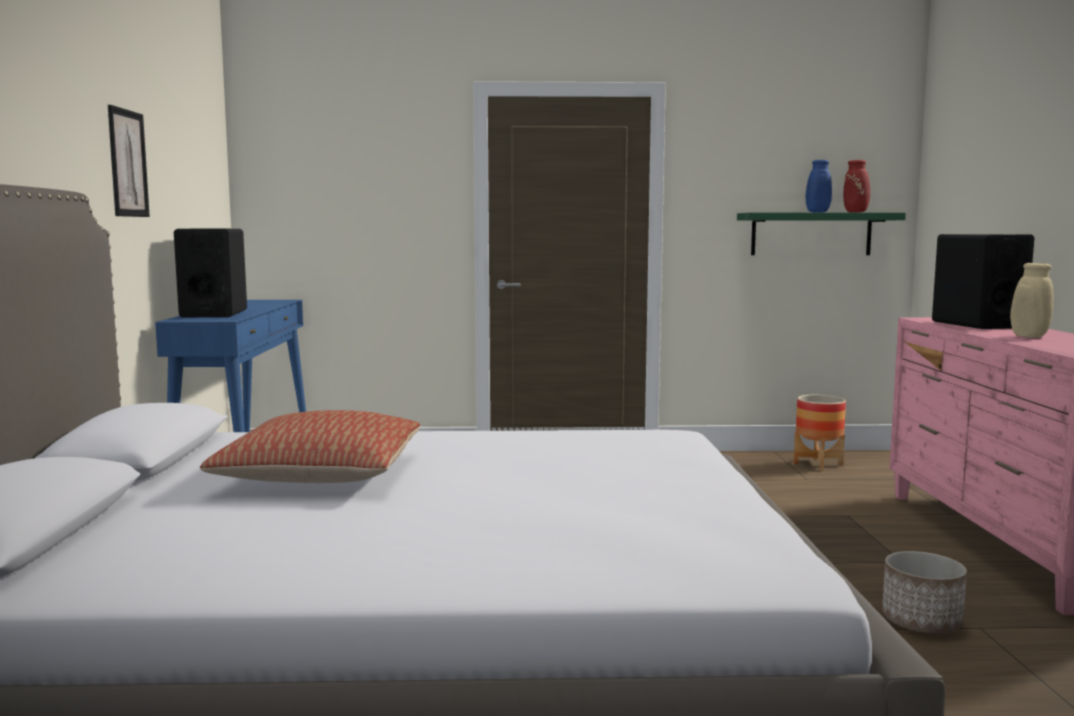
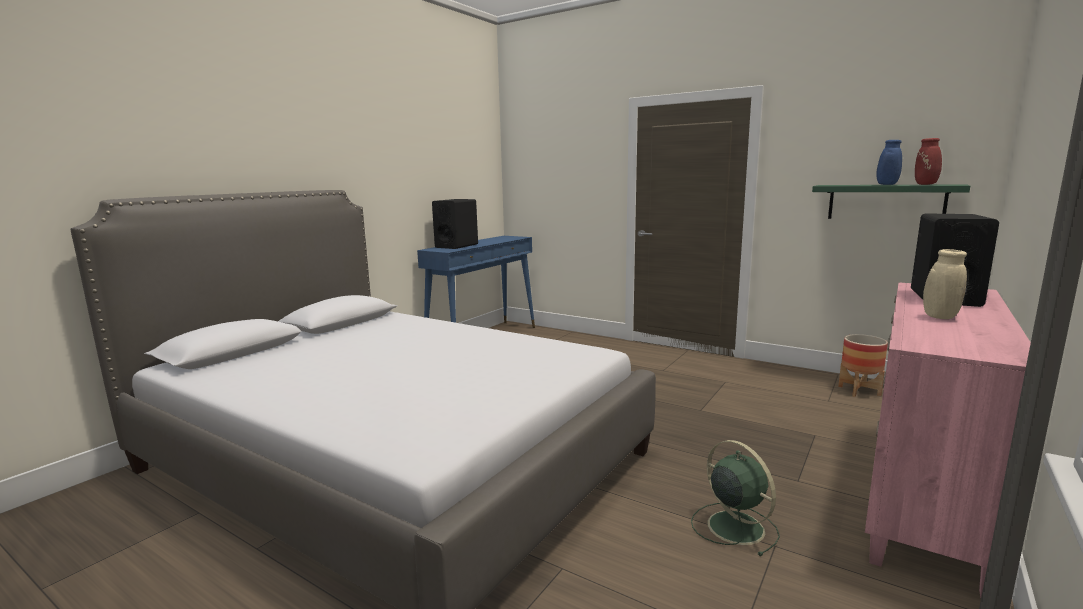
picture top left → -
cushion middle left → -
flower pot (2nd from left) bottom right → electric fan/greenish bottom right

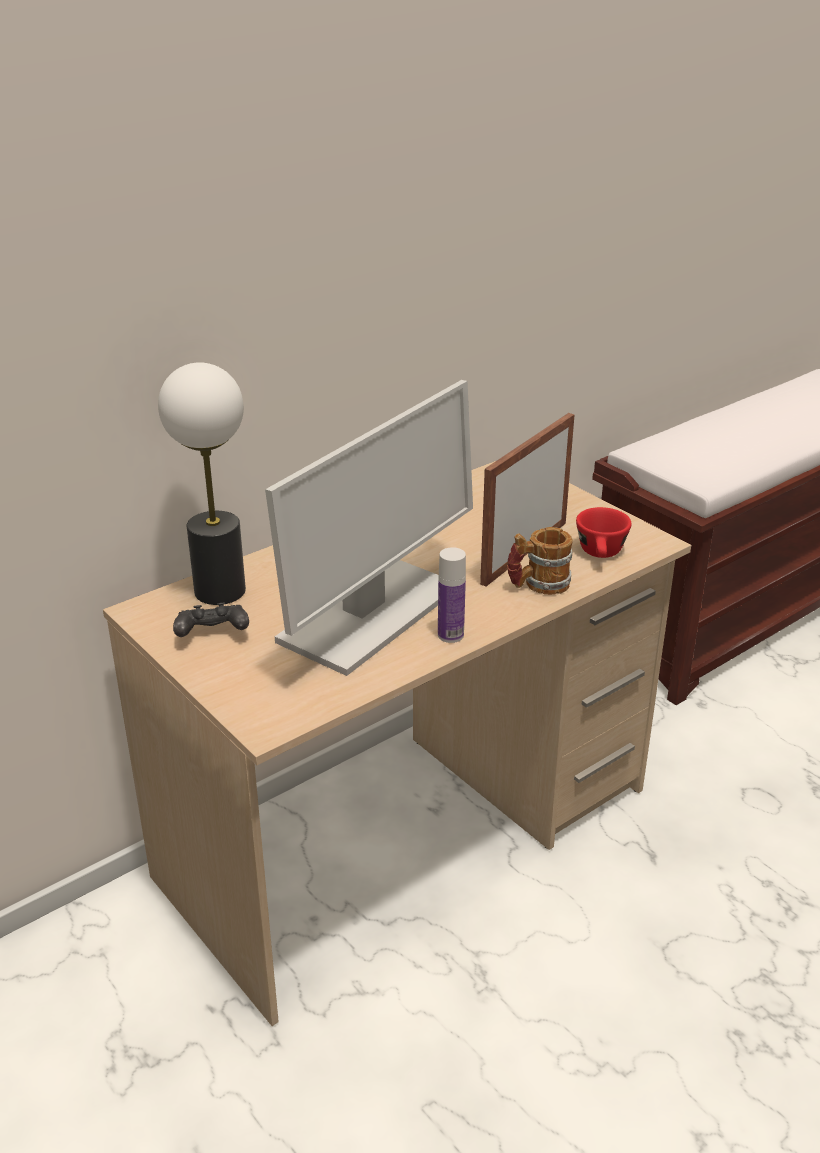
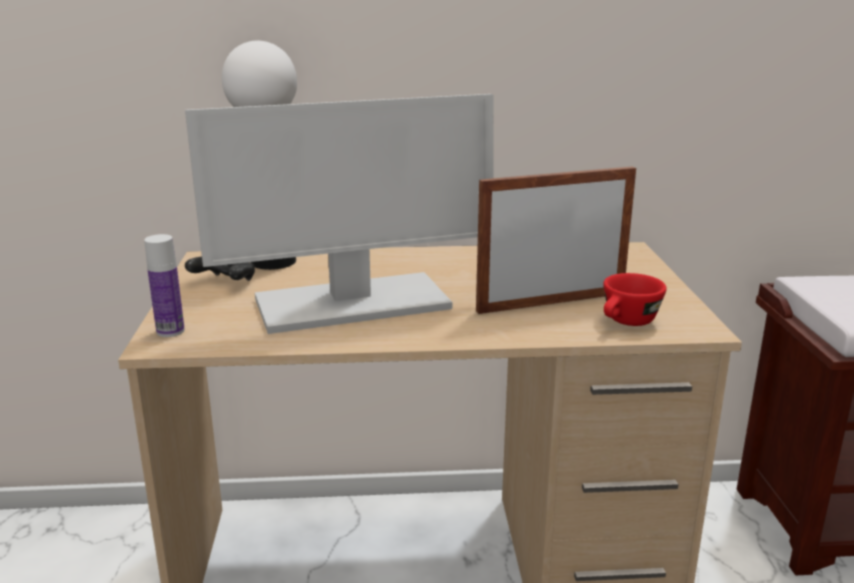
beverage bottle centre → beverage bottle middle left, moved
coffee mug centre → -

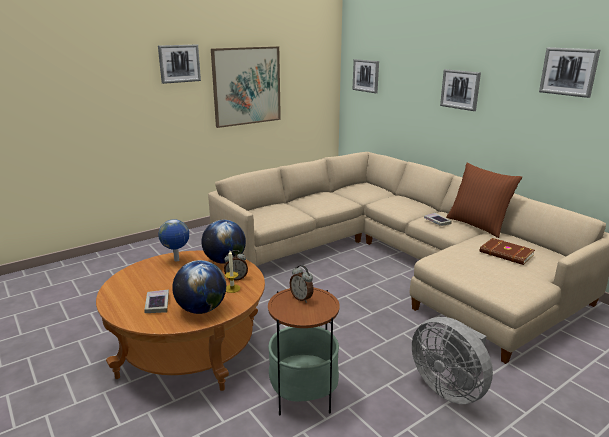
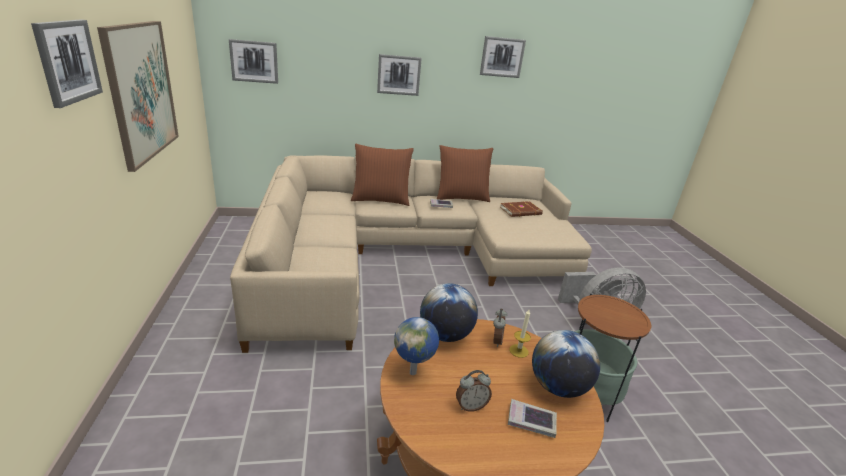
table clock (2nd from left in the first image) centre → table clock (1st from left) bottom centre, moved
- → cushion/brownish (1st from left) centre

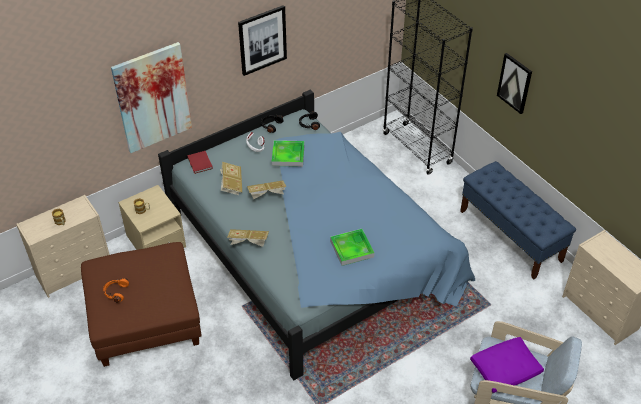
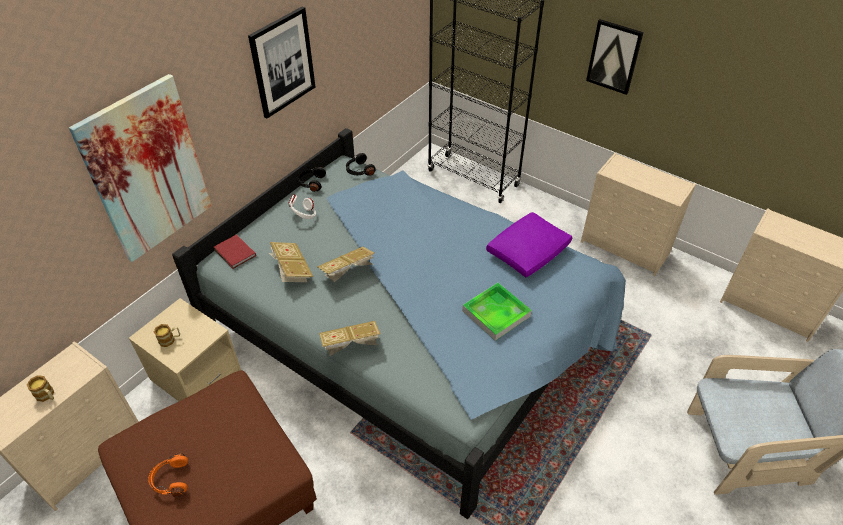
tray (1st from left) centre → -
indoor bench/blue-coloured middle right → chest of drawers/beige-coloured (2nd from left) middle right
cushion/purple-coloured bottom right → cushion/purple-coloured centre, moved

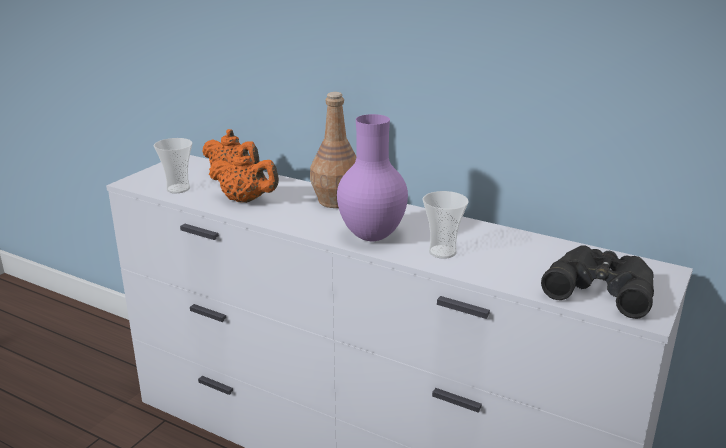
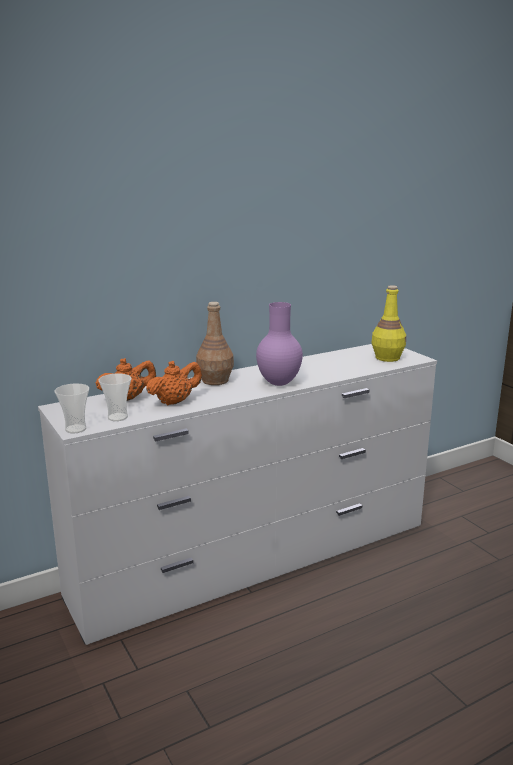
cup (2nd from left in the first image) centre → cup (1st from left) middle left, moved
field glasses/blackish middle right → beverage bottle/yellowish middle right

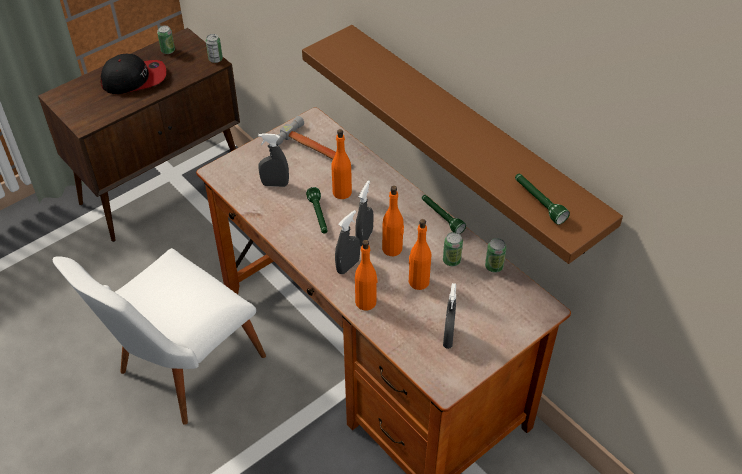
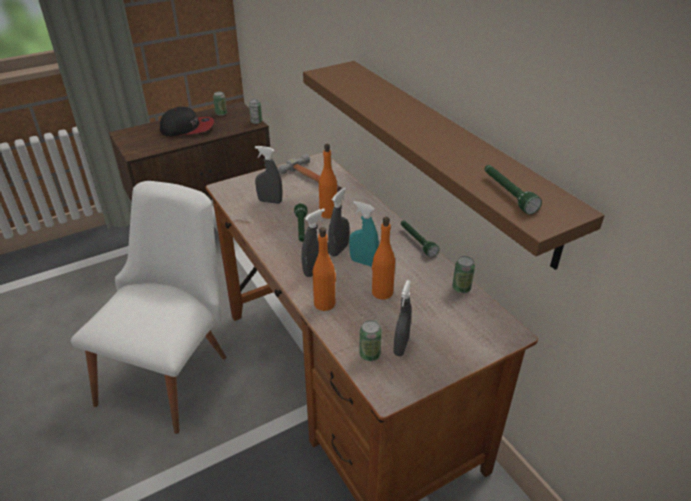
chair/white-coloured bottom left → chair/white-coloured middle left, 150 degrees clockwise
beverage bottle/orange-coloured (3rd from left) centre → spray bottle/blue-green centre
can (3rd from left) centre → can (3rd from left) bottom centre, moved

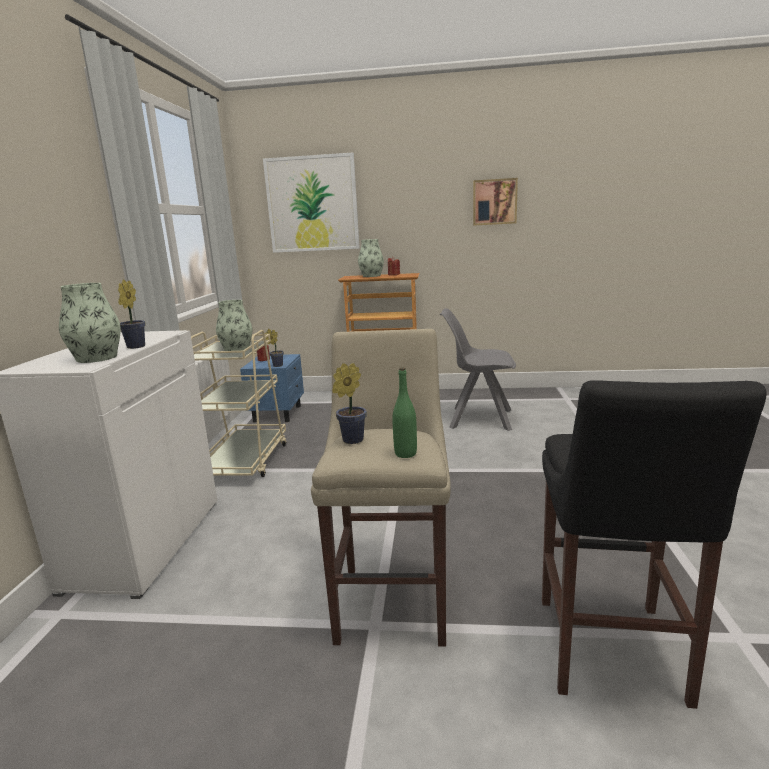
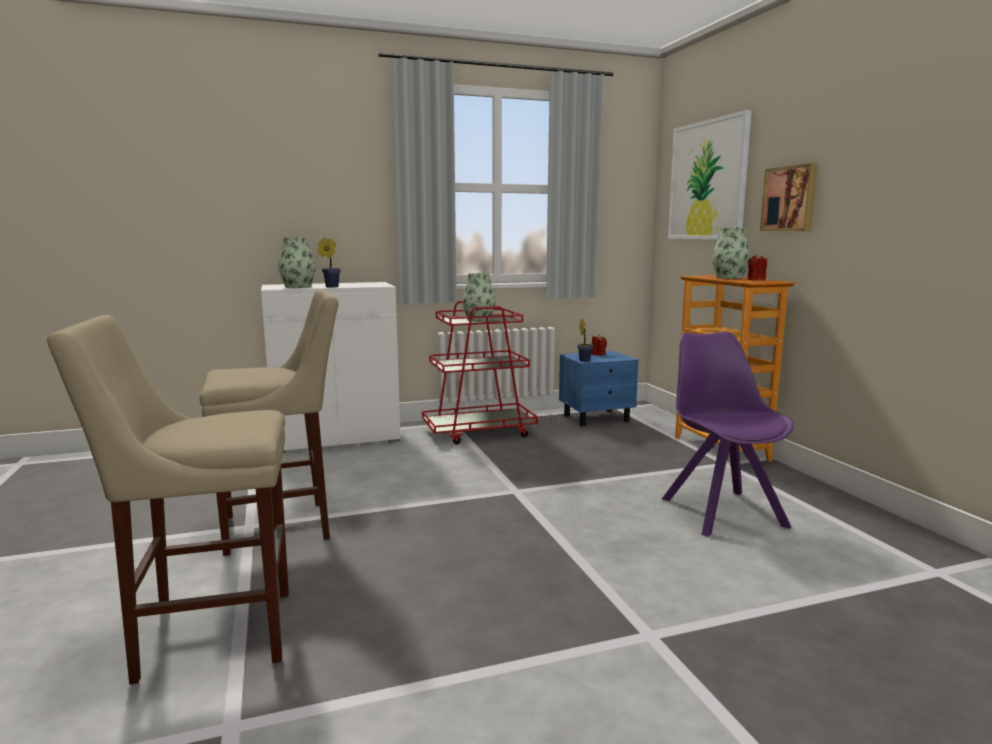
wheeled cart/beige-coloured middle left → wheeled cart/red centre
potted plant (3rd from left) centre → -
beverage bottle/greenish centre → -
chair/greyish centre → chair/purple-coloured middle right
picture (2nd from left) top centre → picture (2nd from left) top right, moved
stool/blackish bottom right → stool/beige-coloured (1st from left) bottom left

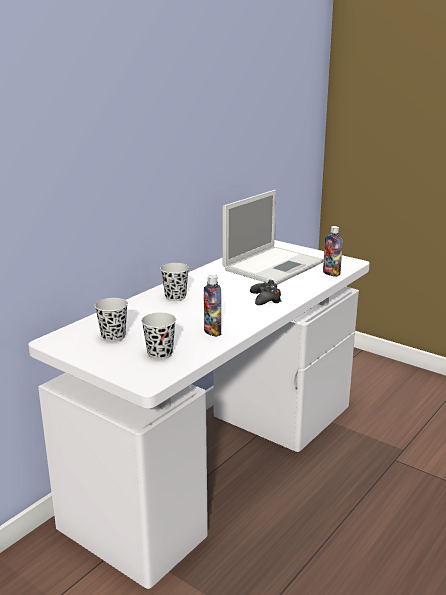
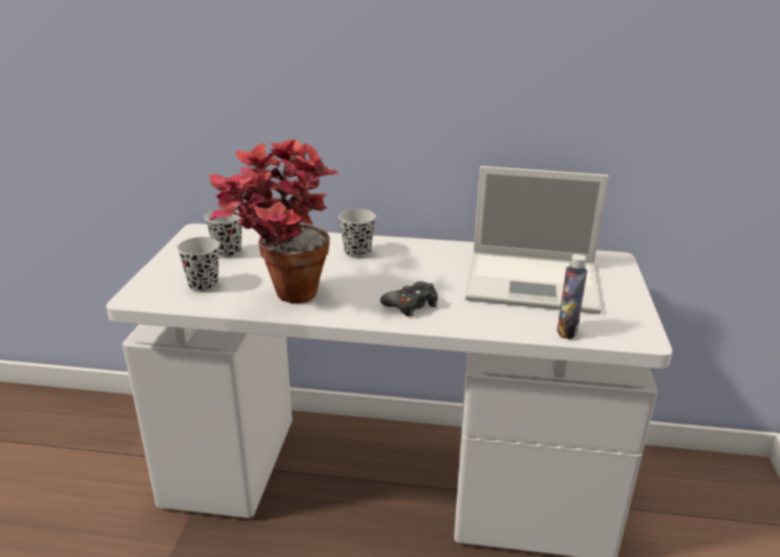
beverage bottle (1st from left) centre → potted plant centre

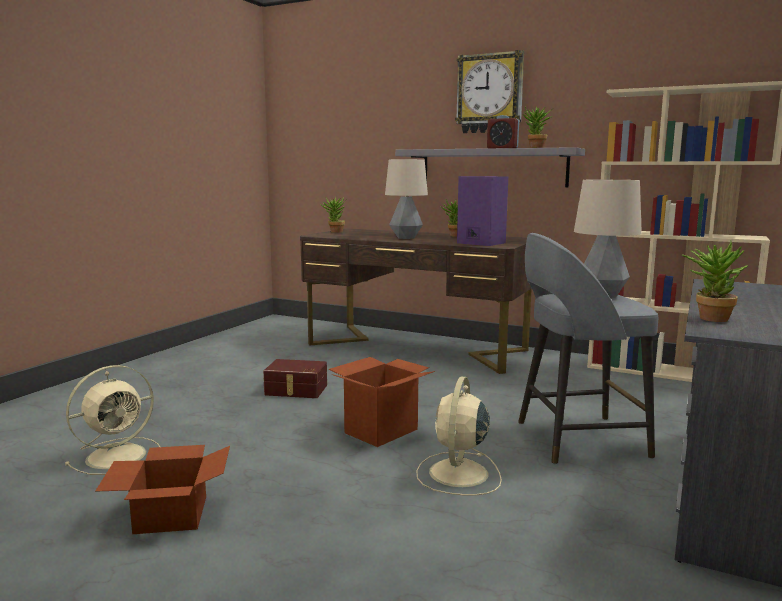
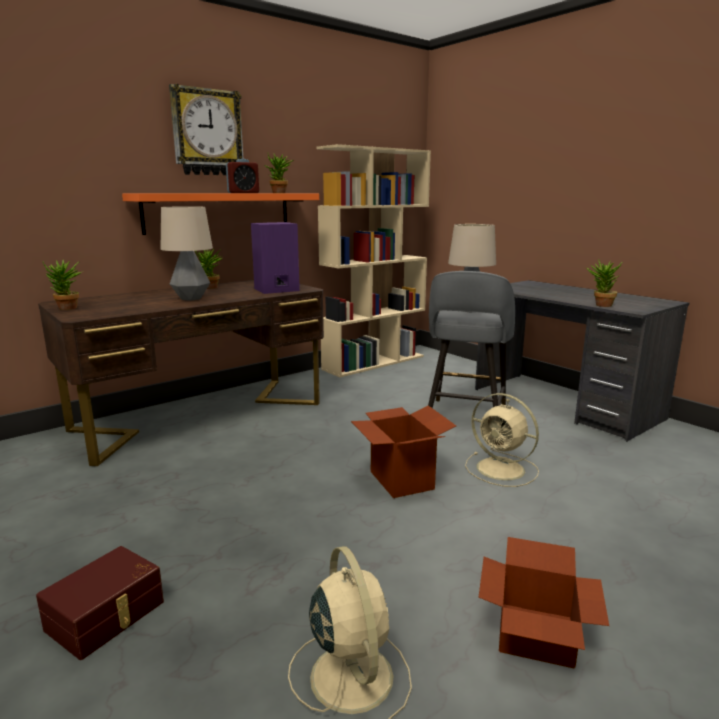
storage box/brownish centre → storage box/brownish bottom left, moved
shelf/greyish top centre → shelf/orange-coloured top left

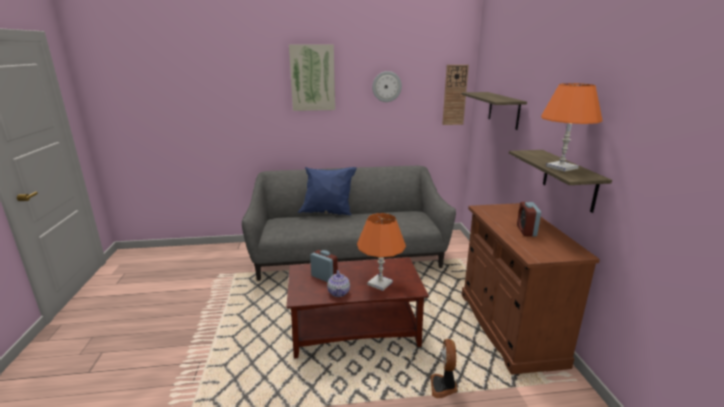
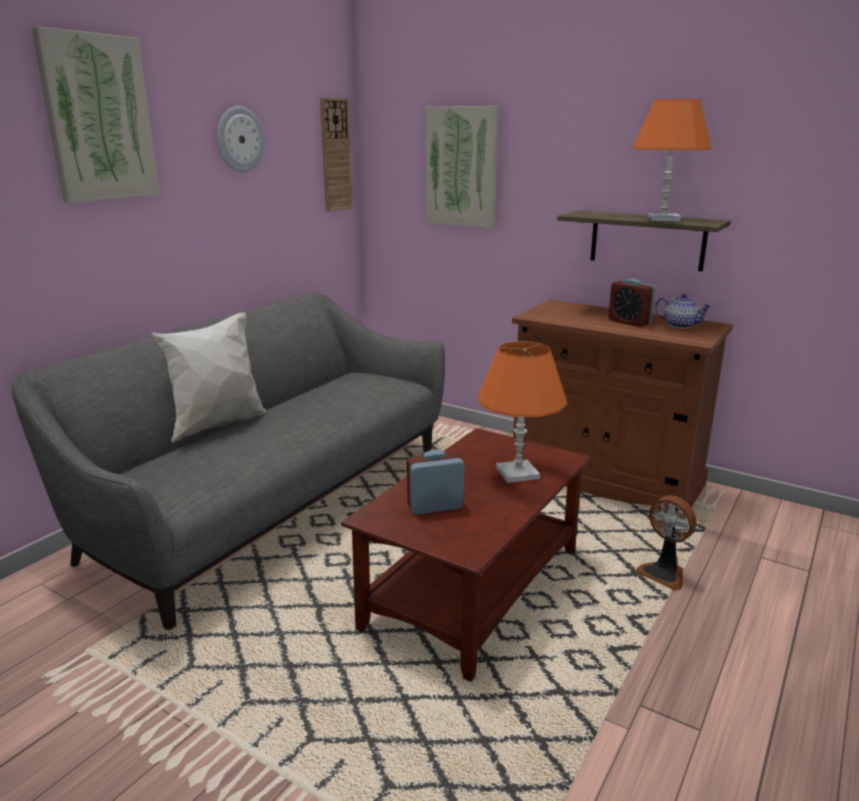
cushion/blue-coloured centre → cushion/white-coloured middle left
tea pot bottom centre → tea pot middle right, moved
shelf (1st from left) top right → picture (2nd from left) top centre

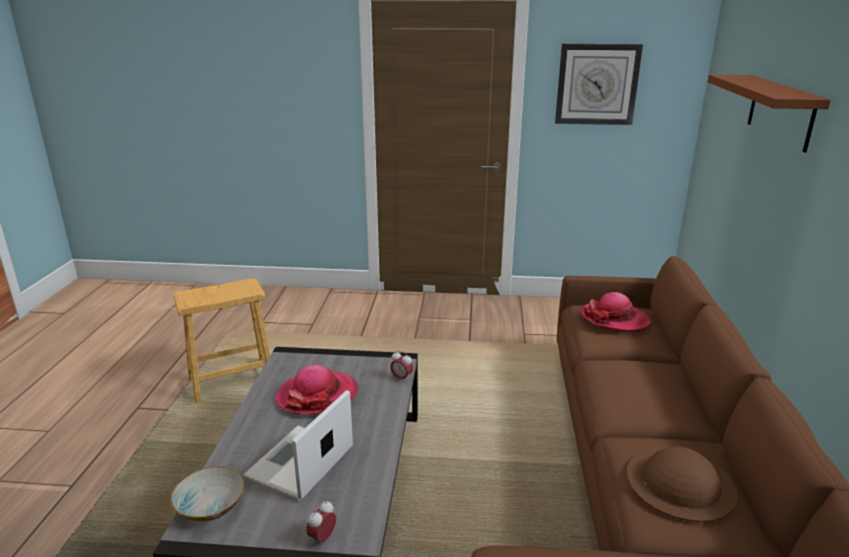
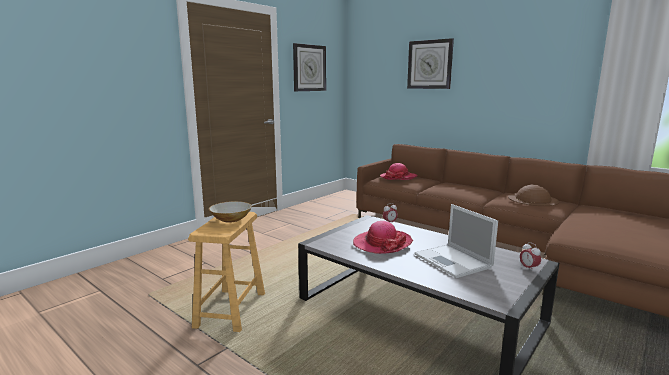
bowl bottom left → bowl centre, moved
shelf/brownish top right → clock on the wall (2nd from left) top centre

